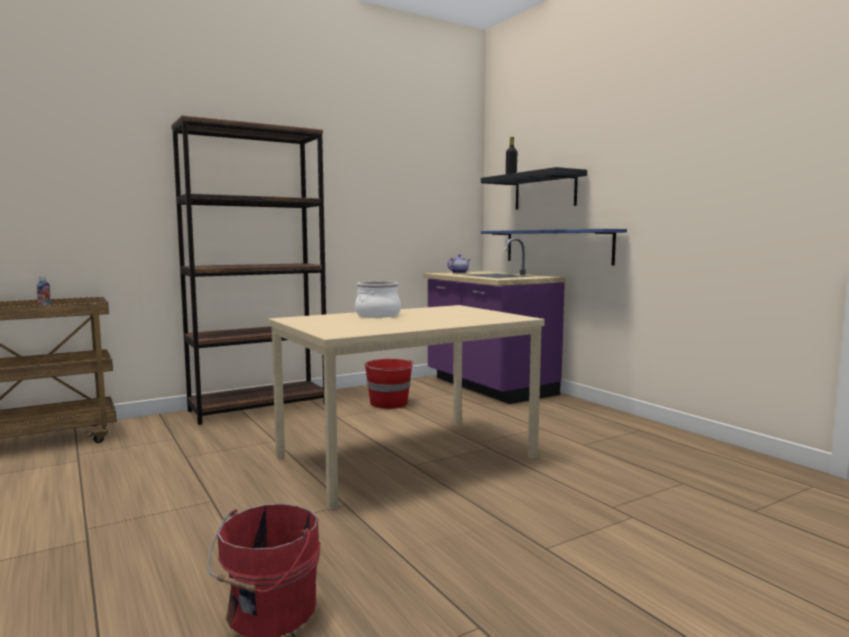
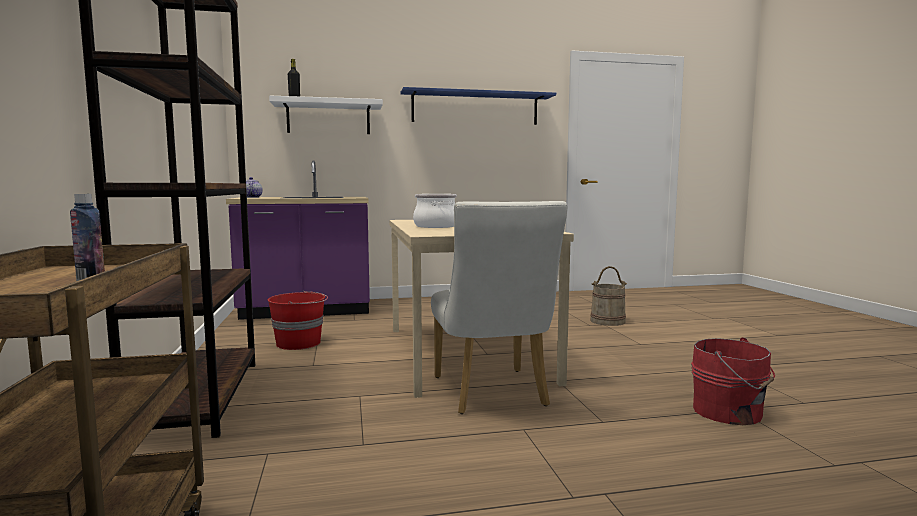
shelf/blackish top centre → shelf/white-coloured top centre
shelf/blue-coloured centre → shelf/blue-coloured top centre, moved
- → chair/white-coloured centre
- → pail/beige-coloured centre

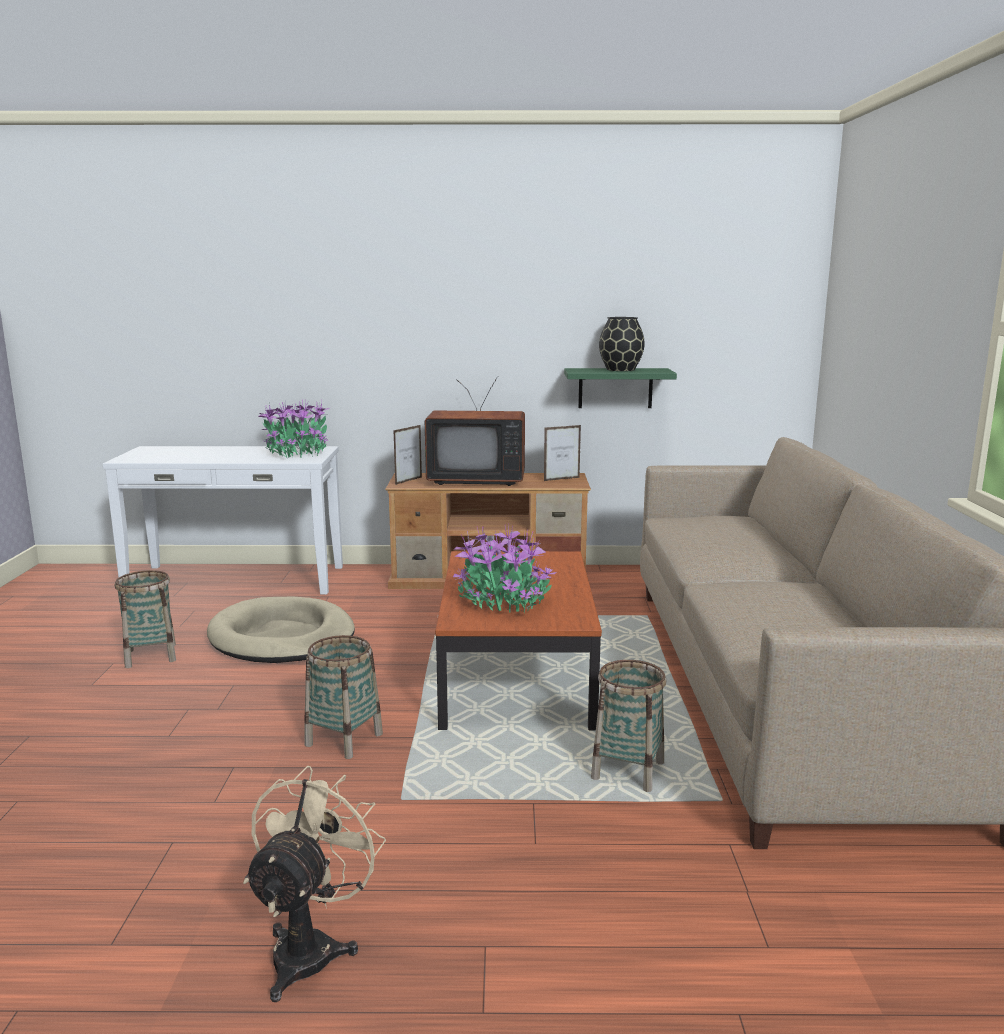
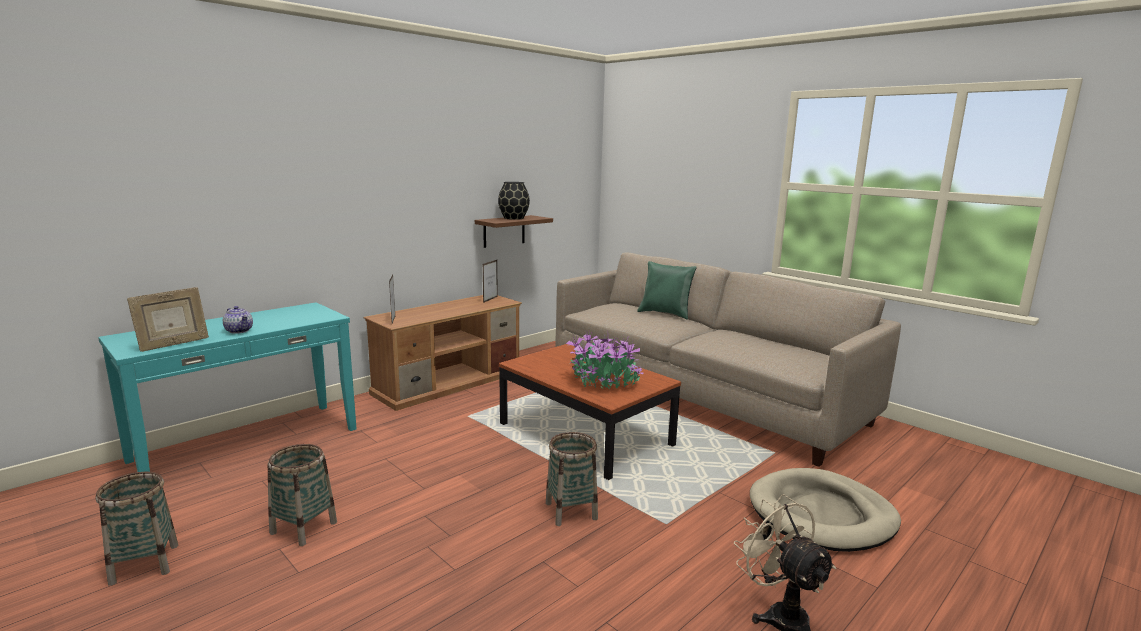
narrow table/white-coloured middle left → narrow table/blue-green middle left
dog bed/beige-coloured middle left → dog bed/beige-coloured bottom right, moved
potted plant (1st from left) middle left → -
TV set centre → -
shelf/greenish centre → shelf/brownish centre
basket (3rd from left in the first image) bottom centre → basket (1st from left) bottom left, moved
- → standing frame (1st from left) middle left
- → tea pot middle left
- → cushion/greenish centre

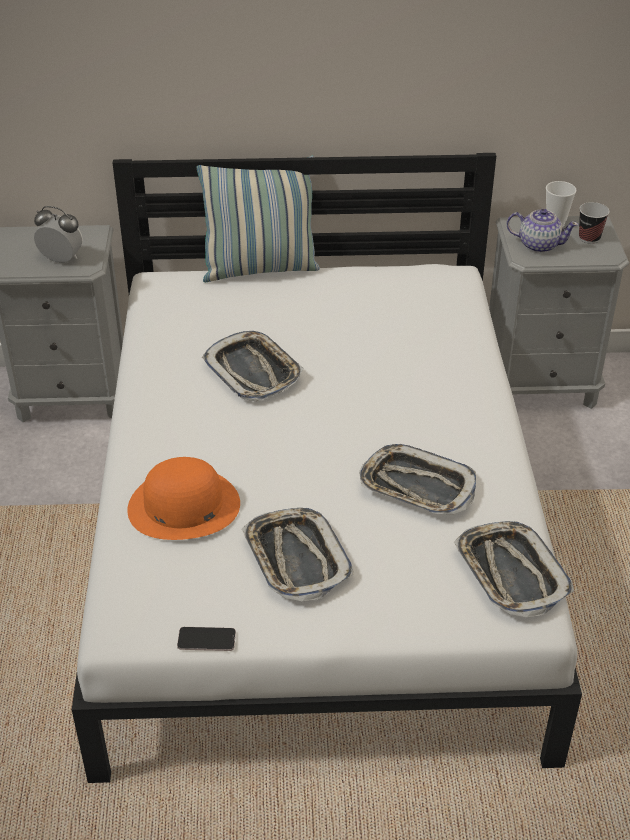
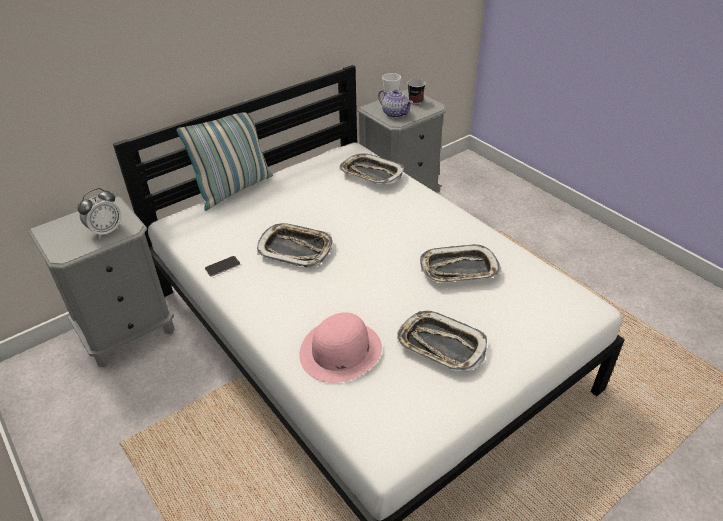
table clock top left → table clock middle left, 150 degrees clockwise
wearable hat/orange-coloured middle left → wearable hat/pink-coloured bottom centre
phone bottom left → phone middle left, moved
tray (4th from left in the first image) bottom right → tray (2nd from left) top centre, moved
tea pot top right → tea pot top centre, 60 degrees clockwise

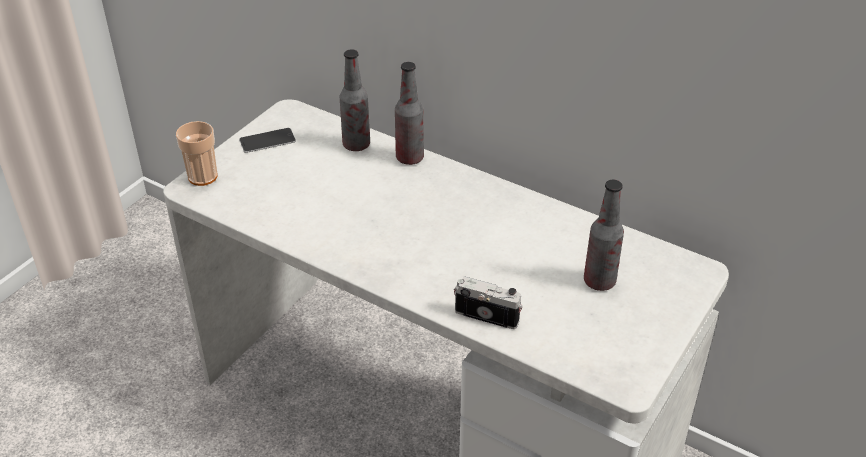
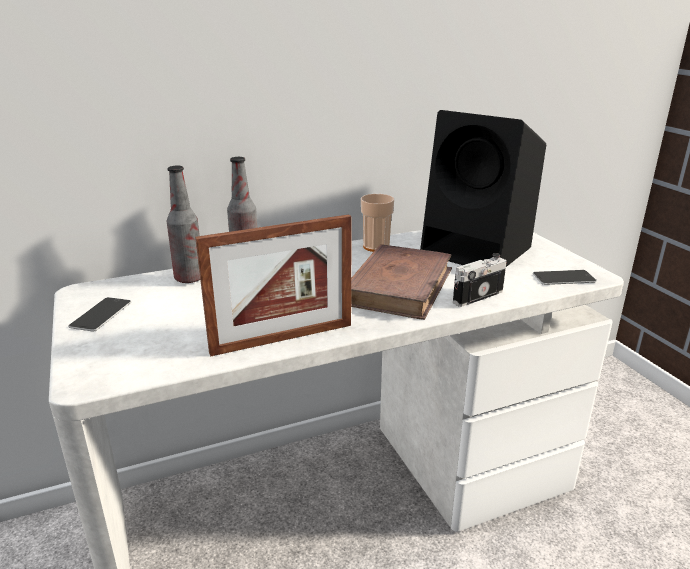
cup middle left → cup centre, moved
beverage bottle (3rd from left) middle right → speaker/blackish top right
- → standing frame centre
- → book/brownish centre
- → phone (2nd from left) middle right

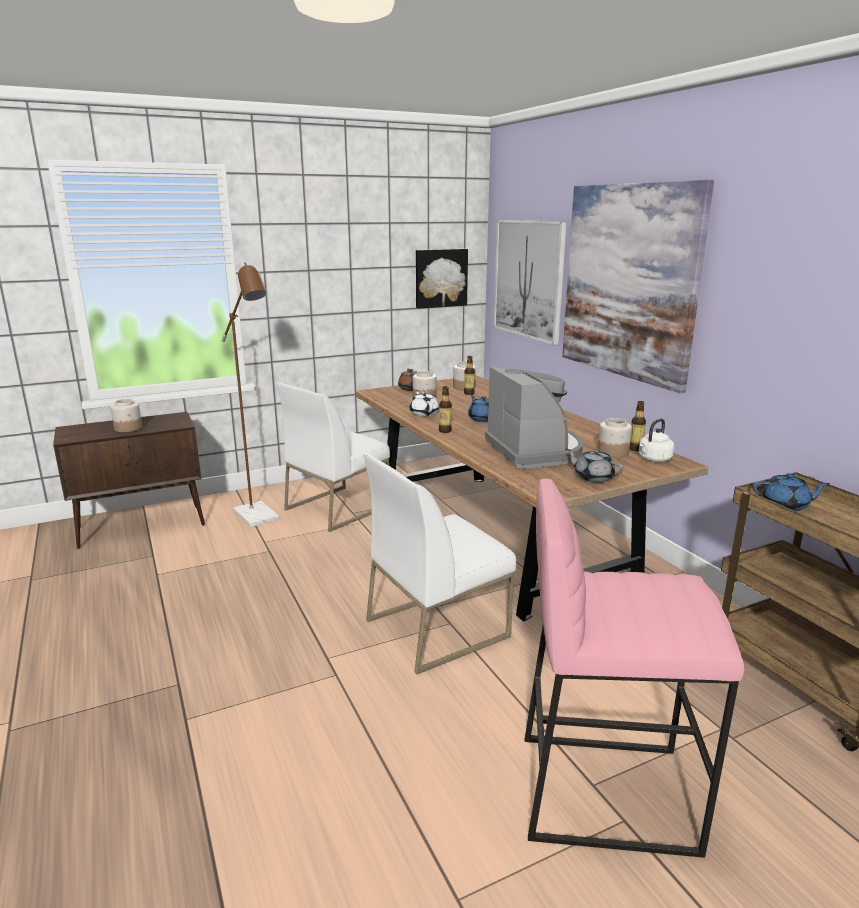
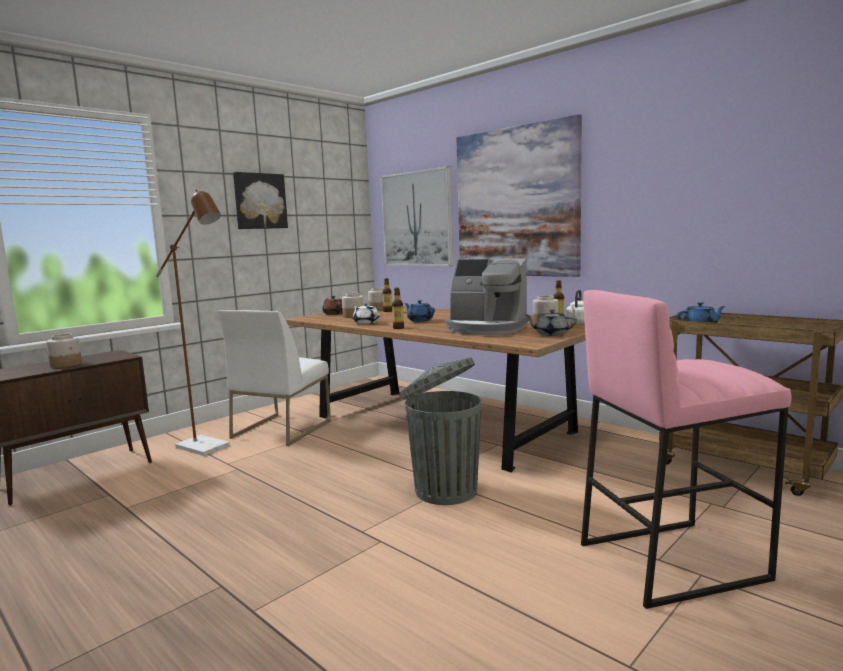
chair/white-coloured (2nd from left) centre → trash can/greyish centre
picture (1st from left) top centre → picture (1st from left) top left, moved
coffee machine centre, 150 degrees clockwise

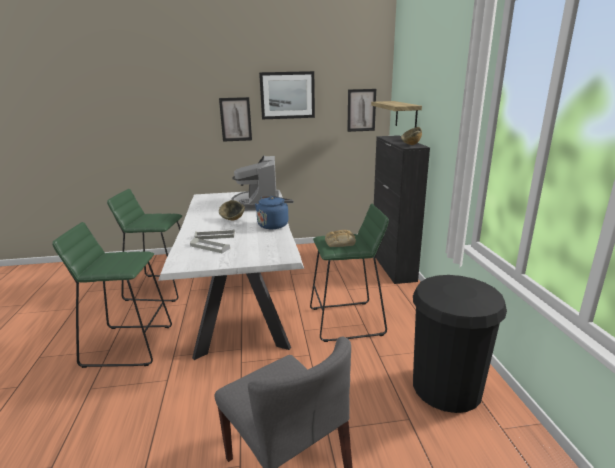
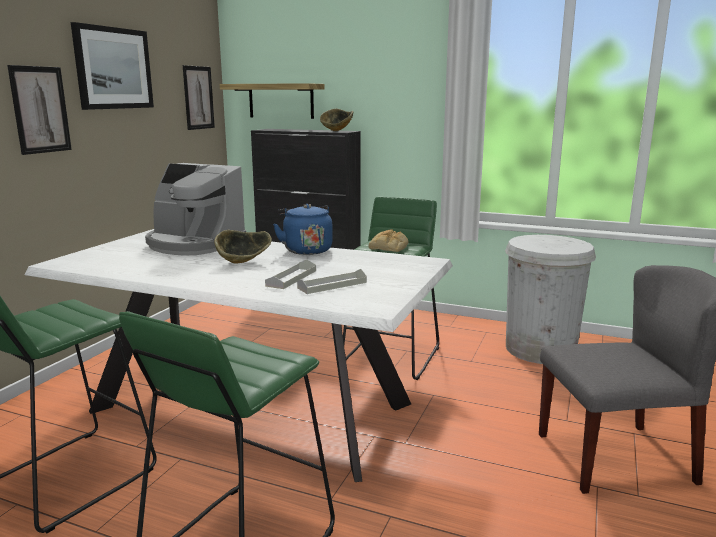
trash can/blackish bottom right → trash can/white-coloured middle right

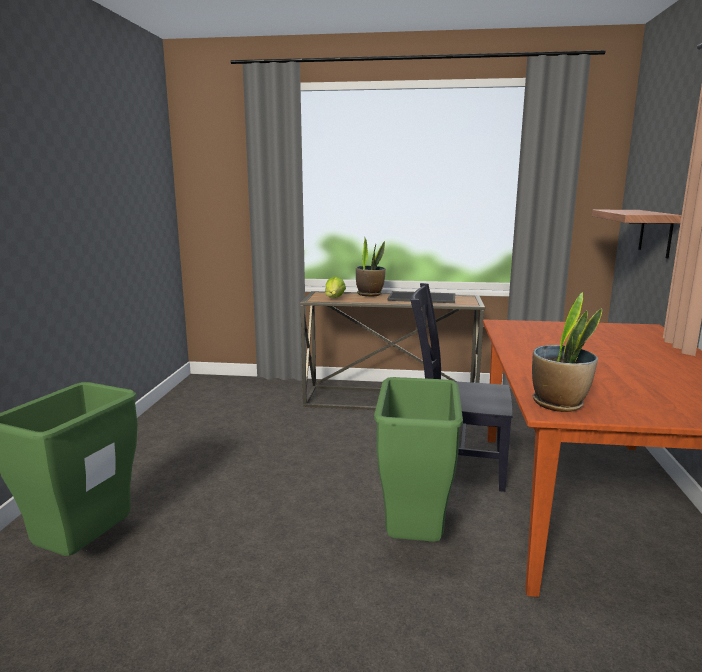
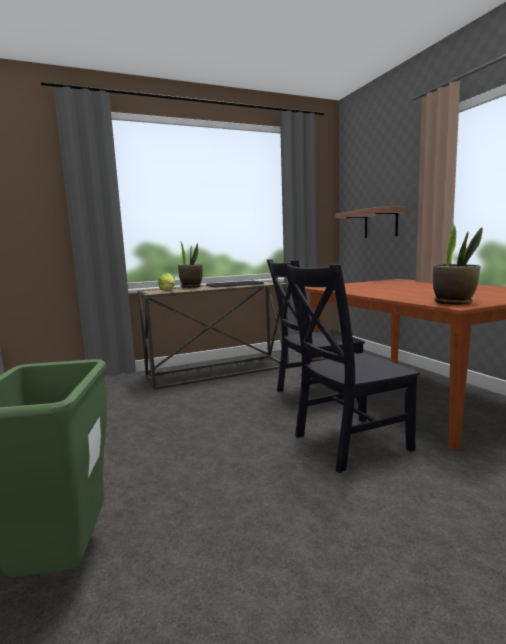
trash can/greenish (2nd from left) bottom centre → chair/blackish (2nd from left) middle right

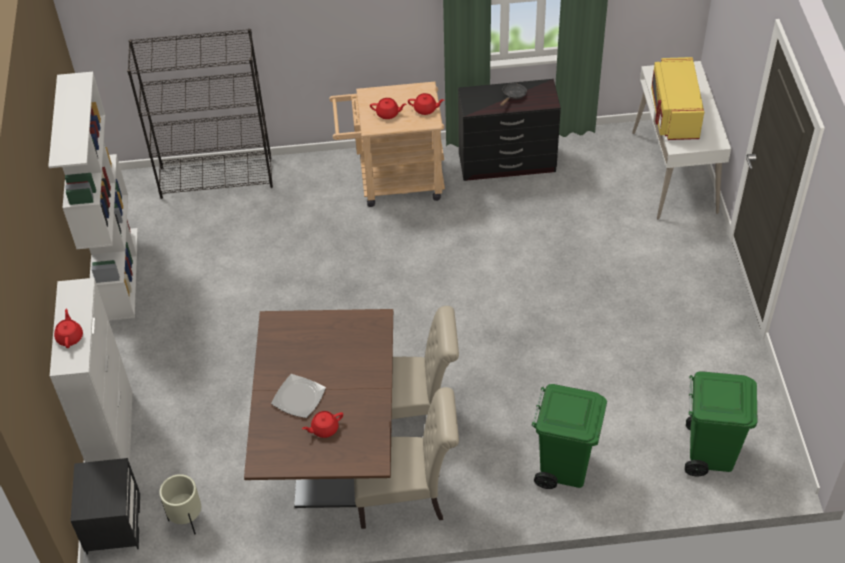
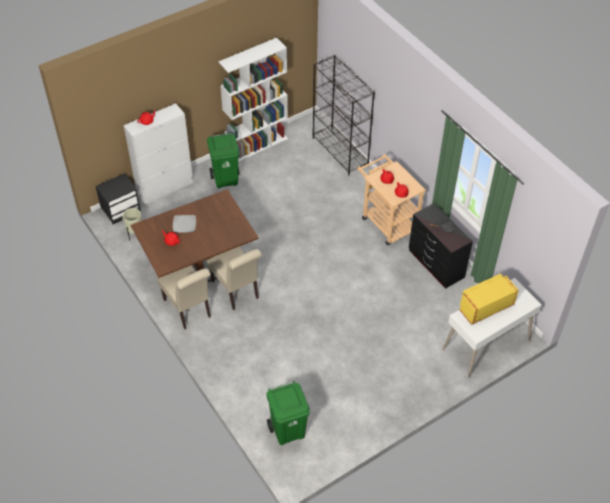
trash can/greenish (1st from left) bottom right → trash can/greenish (1st from left) top centre, moved

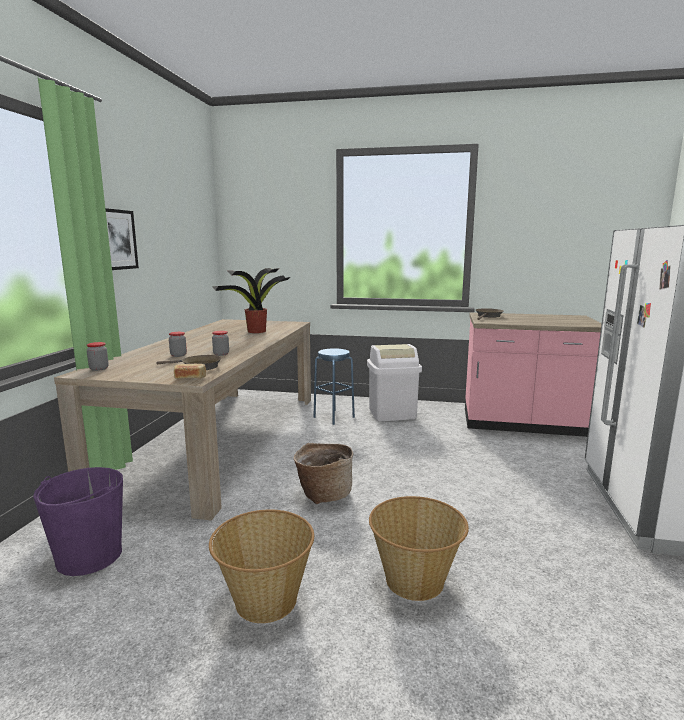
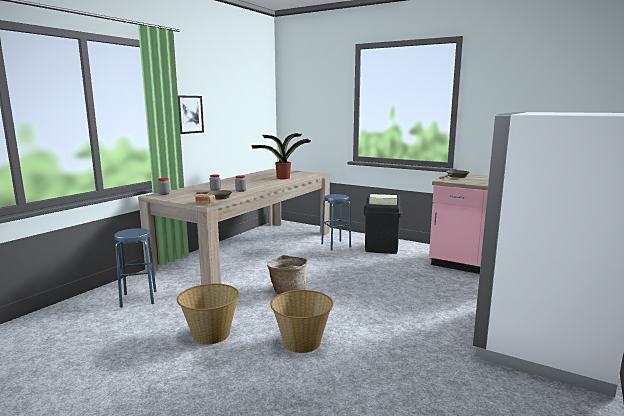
pail/purple-coloured bottom left → stool/blue-coloured (1st from left) middle left
trash can/white-coloured centre → trash can/blackish centre

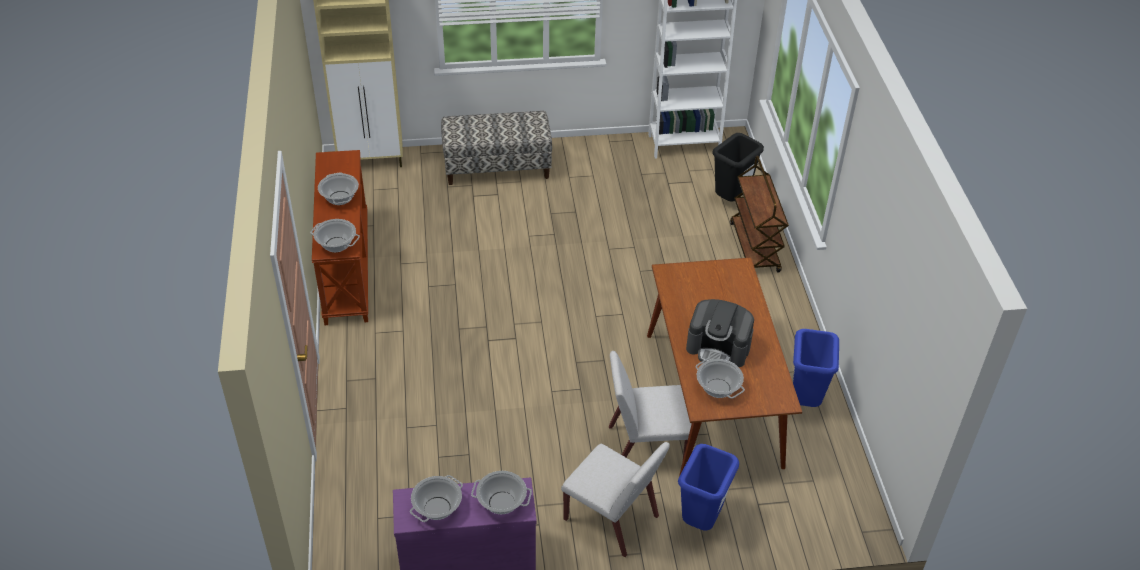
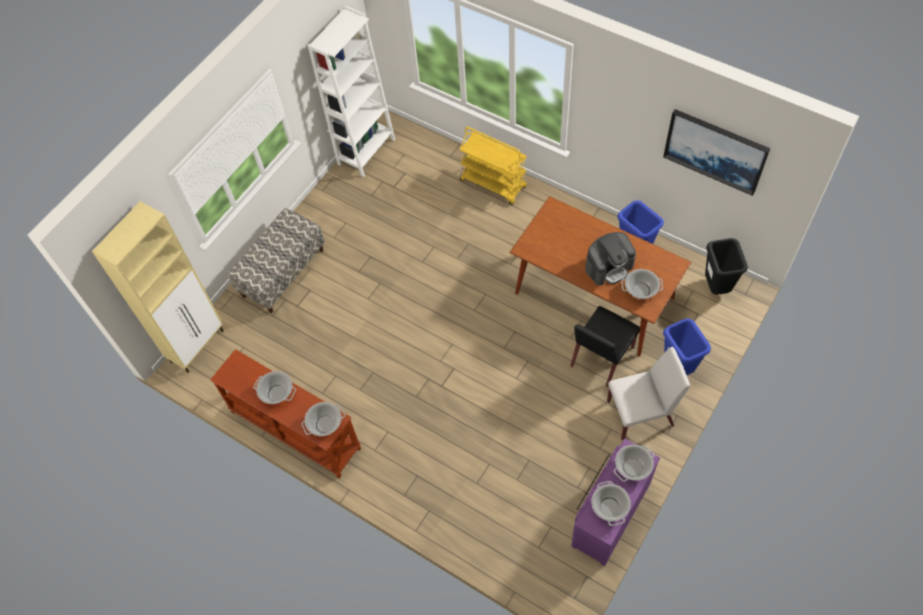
chair/white-coloured (2nd from left) bottom centre → chair/blackish centre
trash can/blackish top centre → trash can/blackish middle right, moved
wheeled cart/brownish centre → wheeled cart/yellowish top centre
- → picture top right

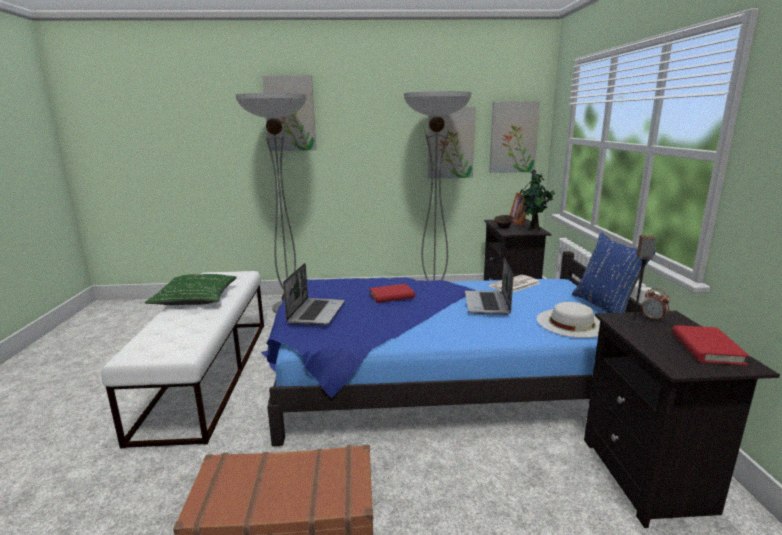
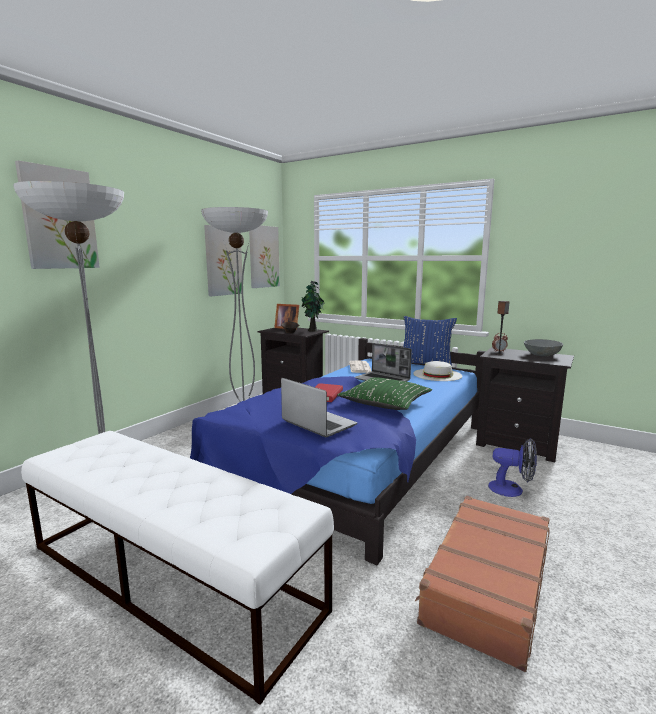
cushion/greenish middle left → cushion/greenish centre, moved
book/red (2nd from left) middle right → bowl/greyish middle right
- → electric fan middle right

